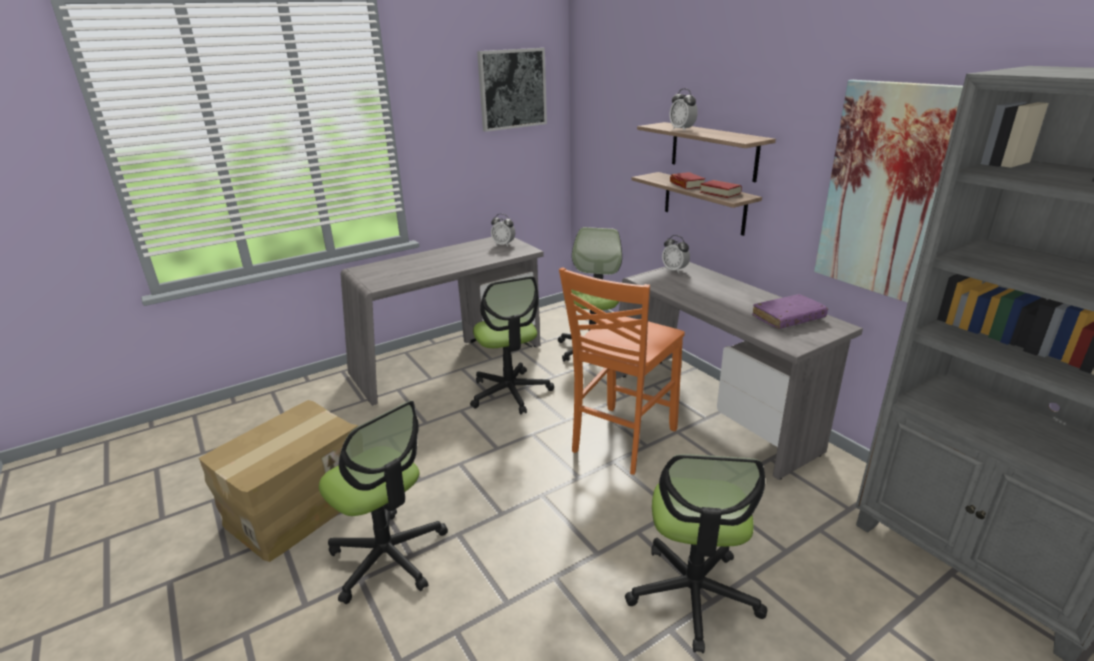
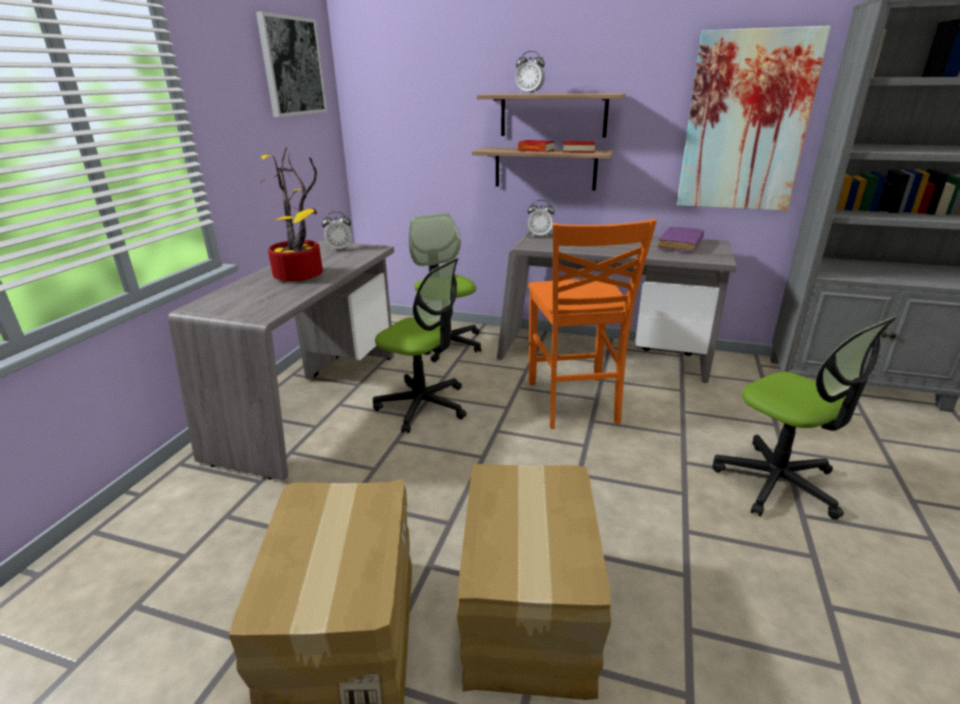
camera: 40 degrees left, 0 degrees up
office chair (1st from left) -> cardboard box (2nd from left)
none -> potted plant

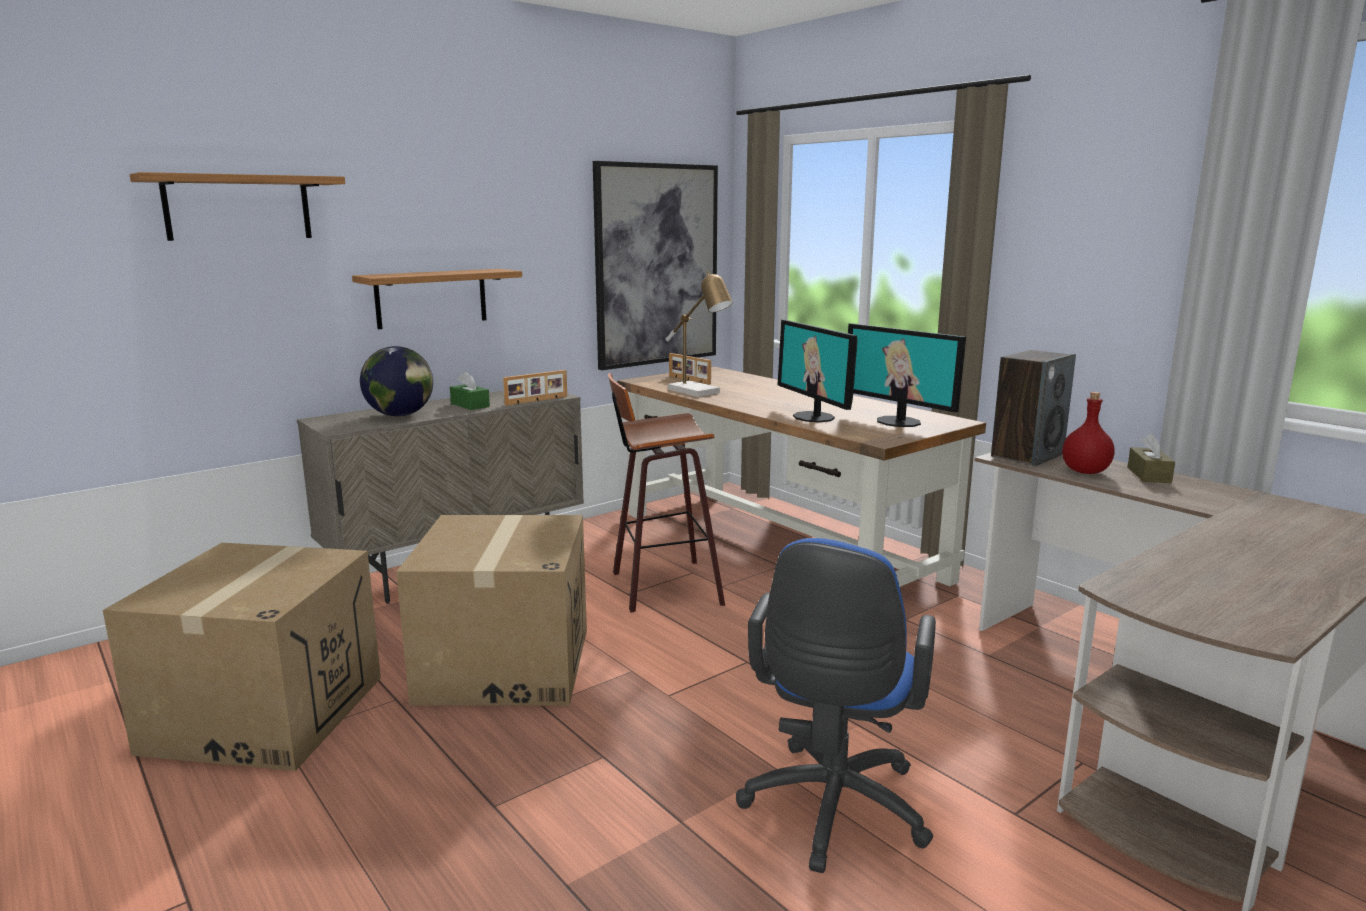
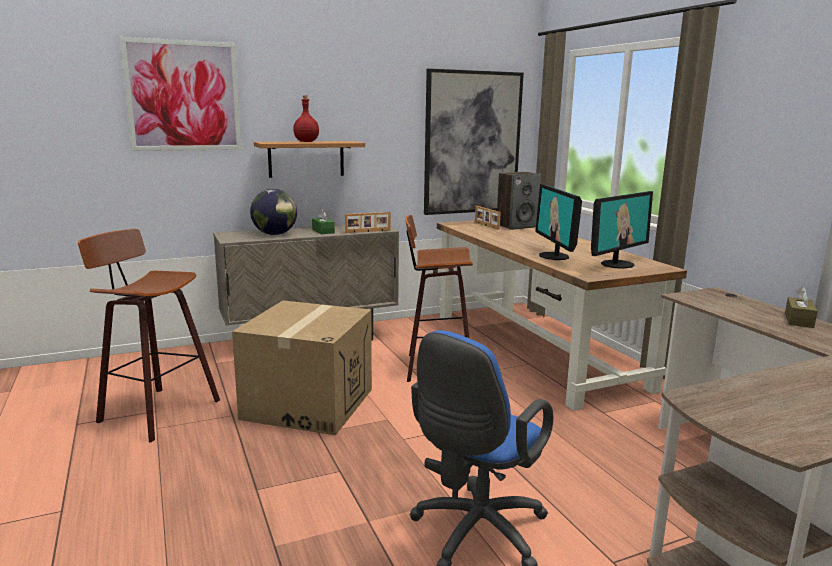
camera: 15 degrees right, 0 degrees up
shelf (1st from left) -> picture (1st from left)
table lamp -> none
monitor (2nd from left), 105 degrees counterclockwise
speaker, move
red bottle, move
cardboard box (1st from left) -> stool (1st from left)

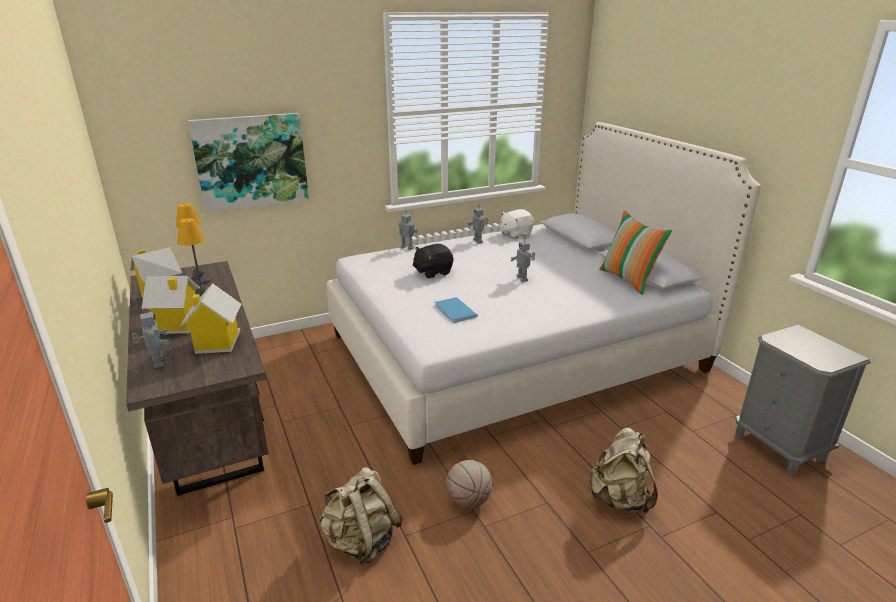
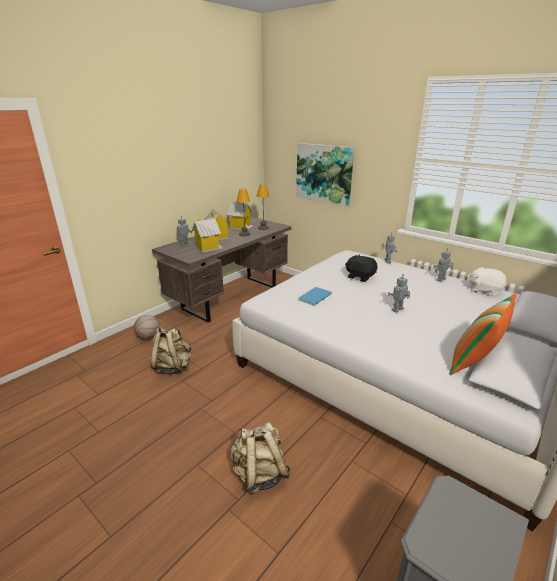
camera: 65 degrees right, 0 degrees up
basketball, move

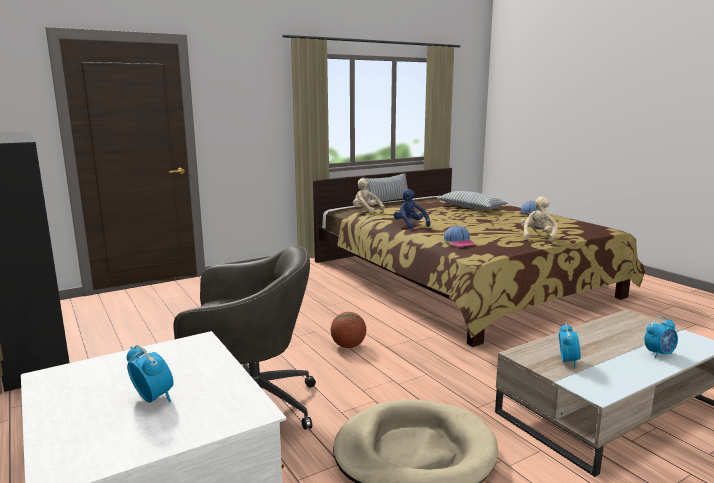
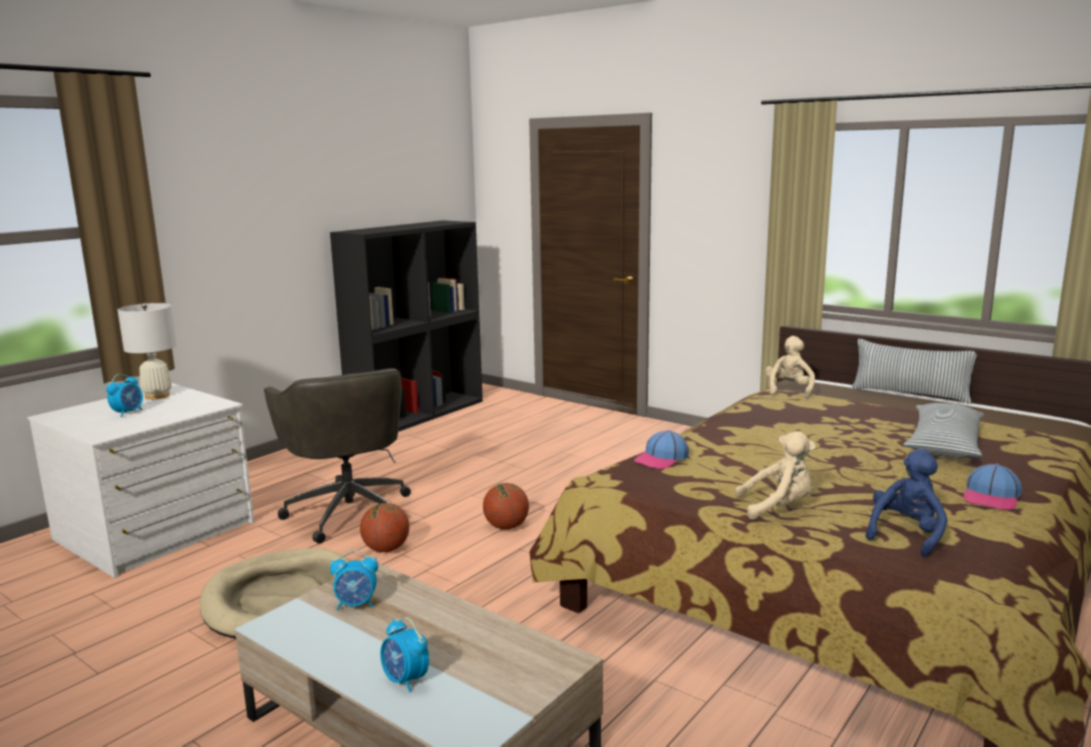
camera: 70 degrees right, 0 degrees up
blue plush toy, move
none -> white table lamp
none -> basketball (1st from left)

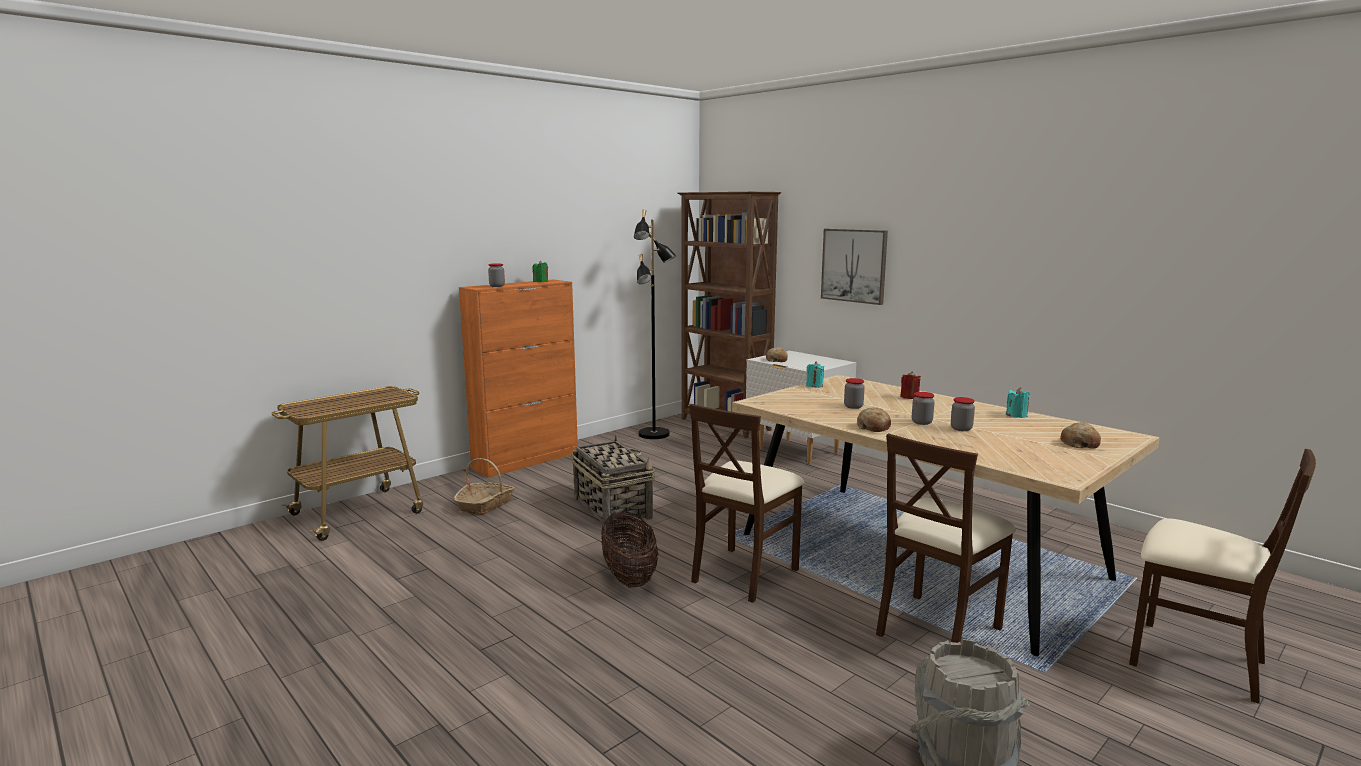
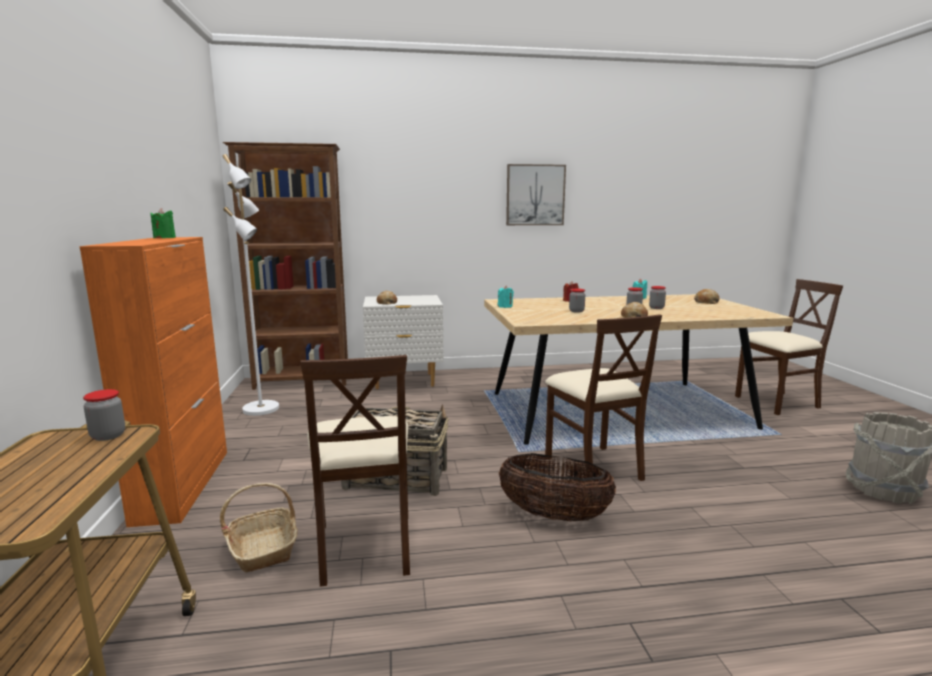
camera: 55 degrees left, 0 degrees up
black floor lamp -> white floor lamp
picture, move
jar (1st from left), move
beige chair (2nd from left in the first image) -> beige chair (1st from left), move

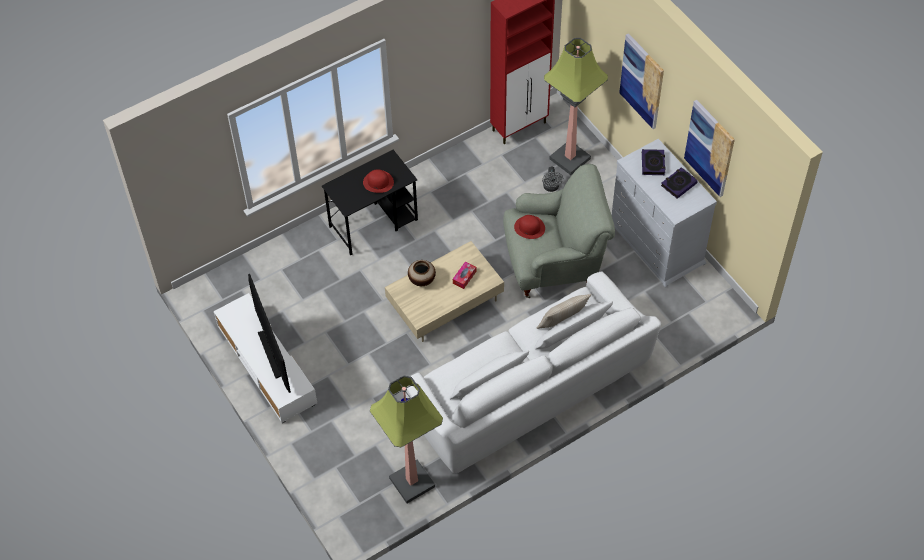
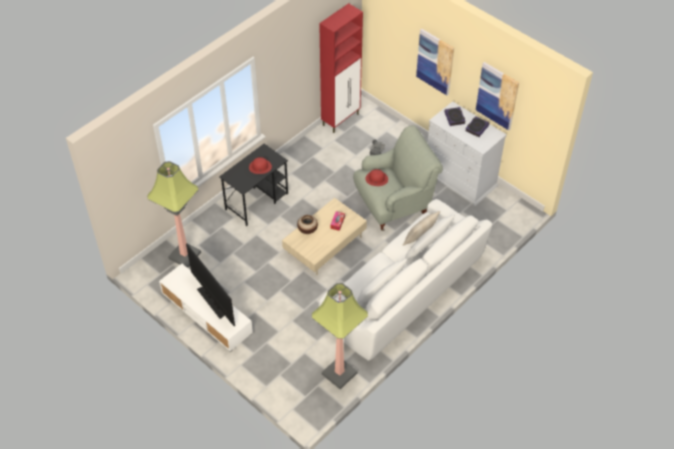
camera: 15 degrees left, 5 degrees down
floor lamp (2nd from left in the first image) -> floor lamp (1st from left), move

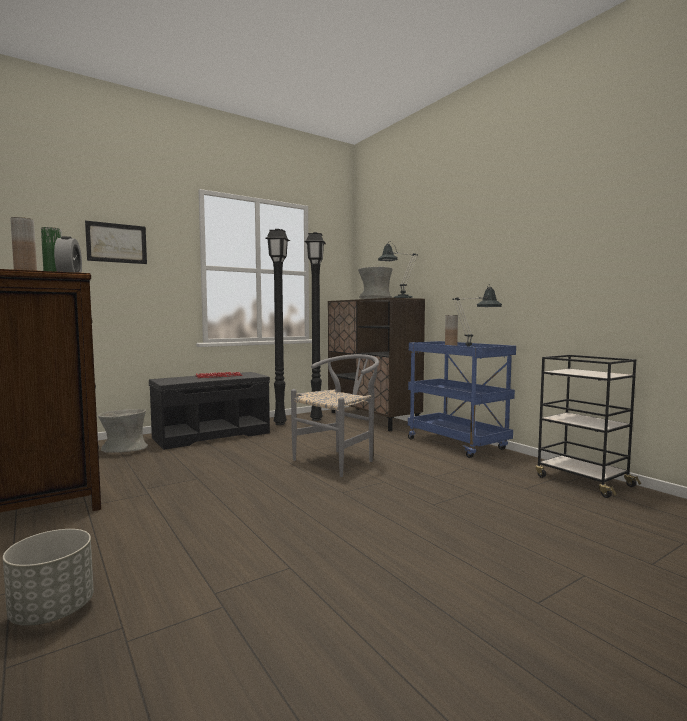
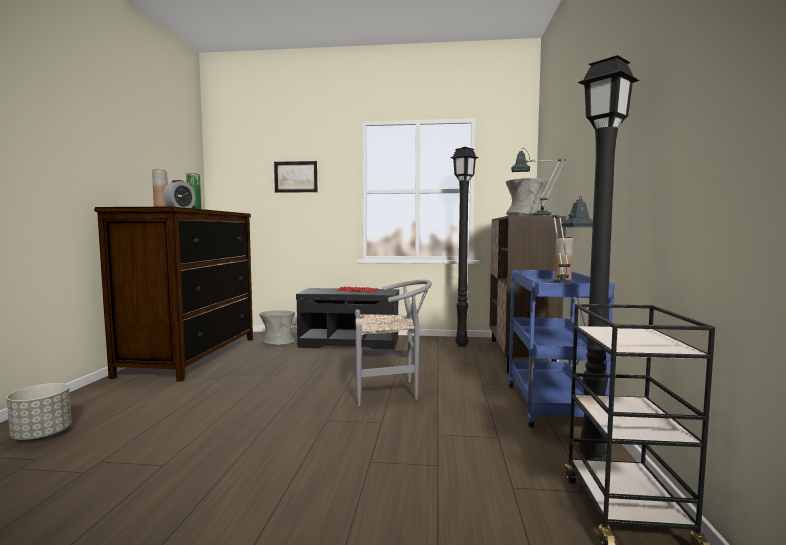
camera: 40 degrees right, 0 degrees up
black floor lamp (1st from left in the first image) -> black floor lamp (2nd from left), move

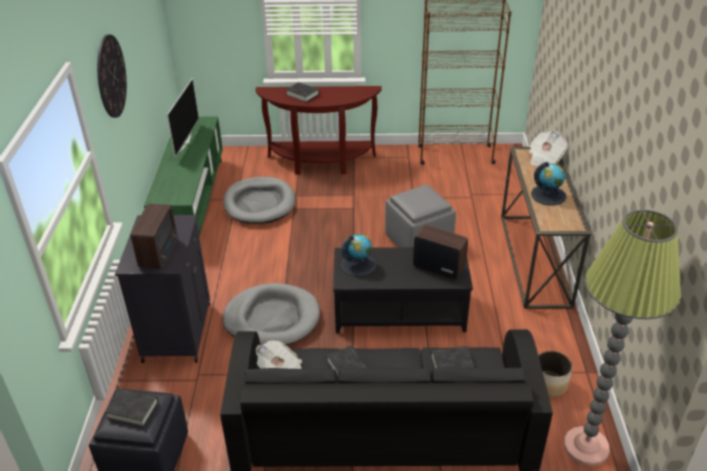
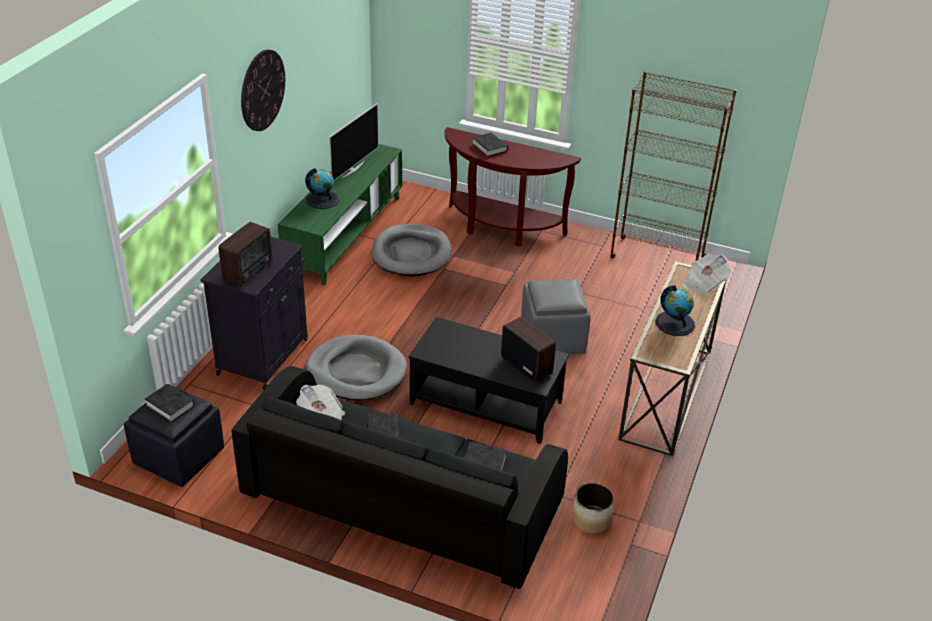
camera: 20 degrees right, 0 degrees up
floor lamp -> none
globe (1st from left), move

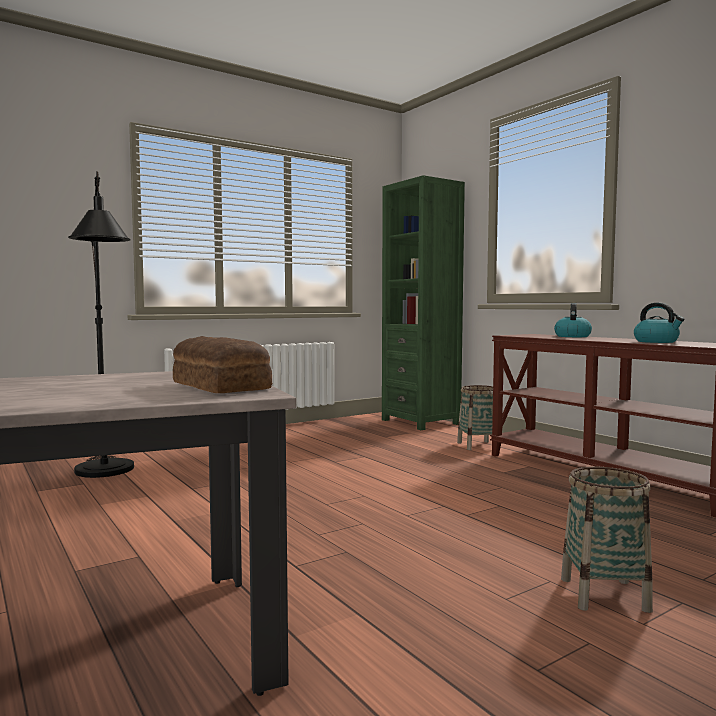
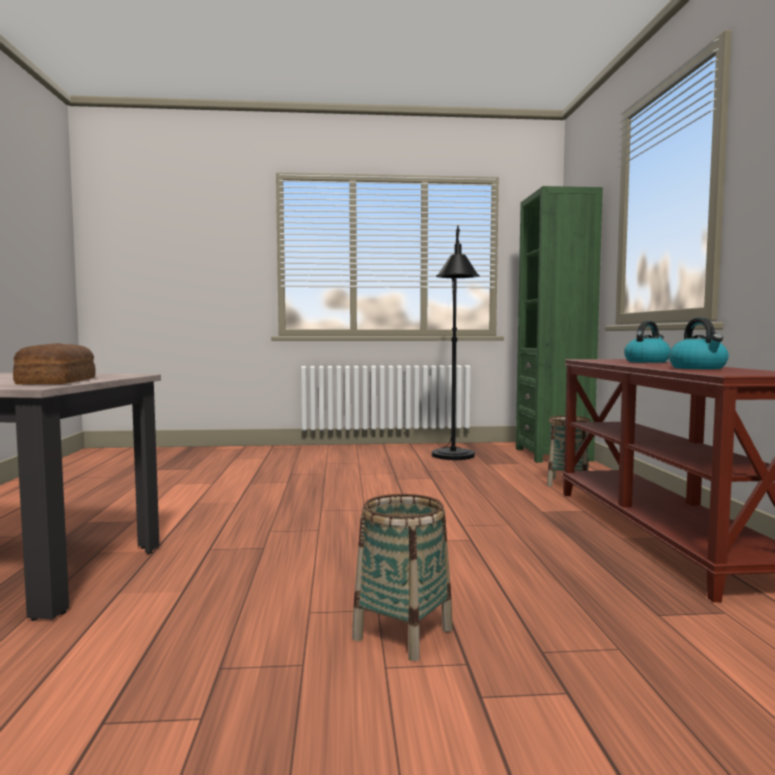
camera: 30 degrees right, 0 degrees up
black floor lamp, move

